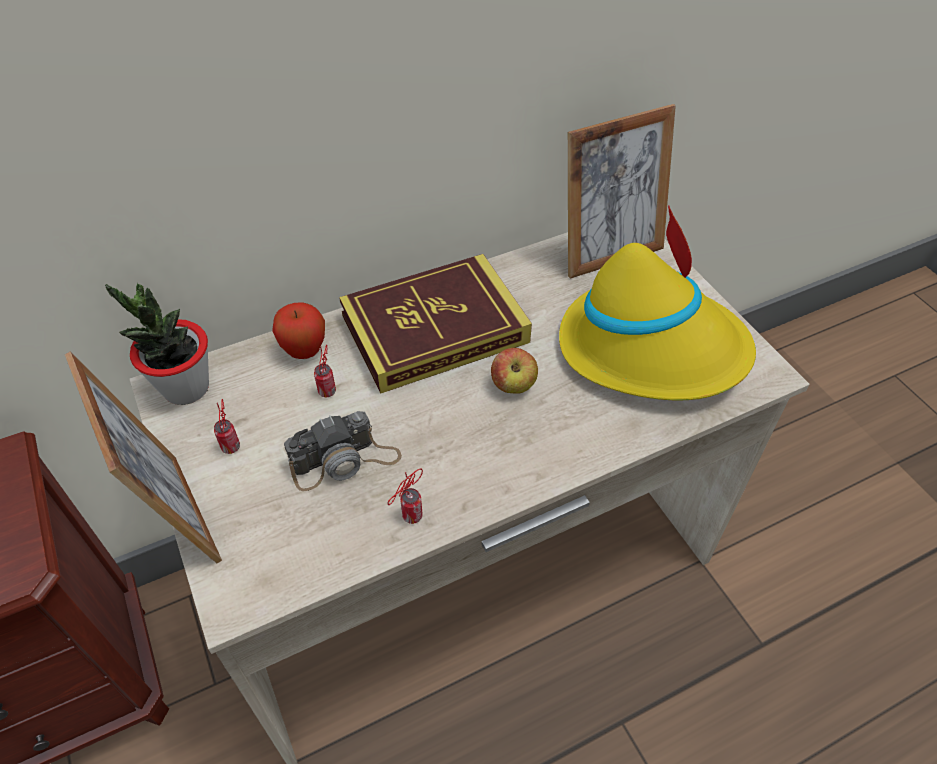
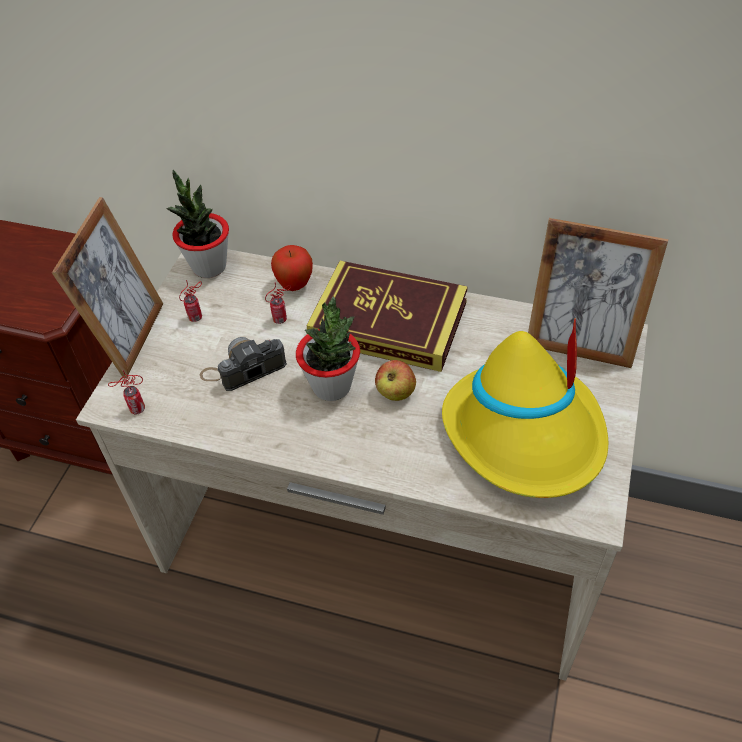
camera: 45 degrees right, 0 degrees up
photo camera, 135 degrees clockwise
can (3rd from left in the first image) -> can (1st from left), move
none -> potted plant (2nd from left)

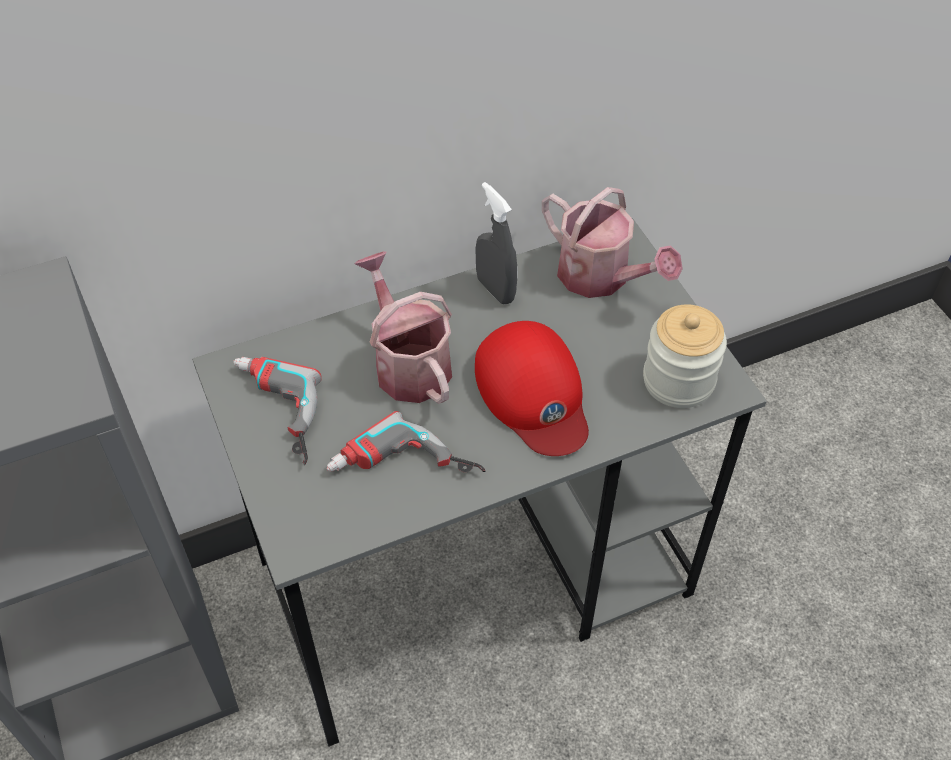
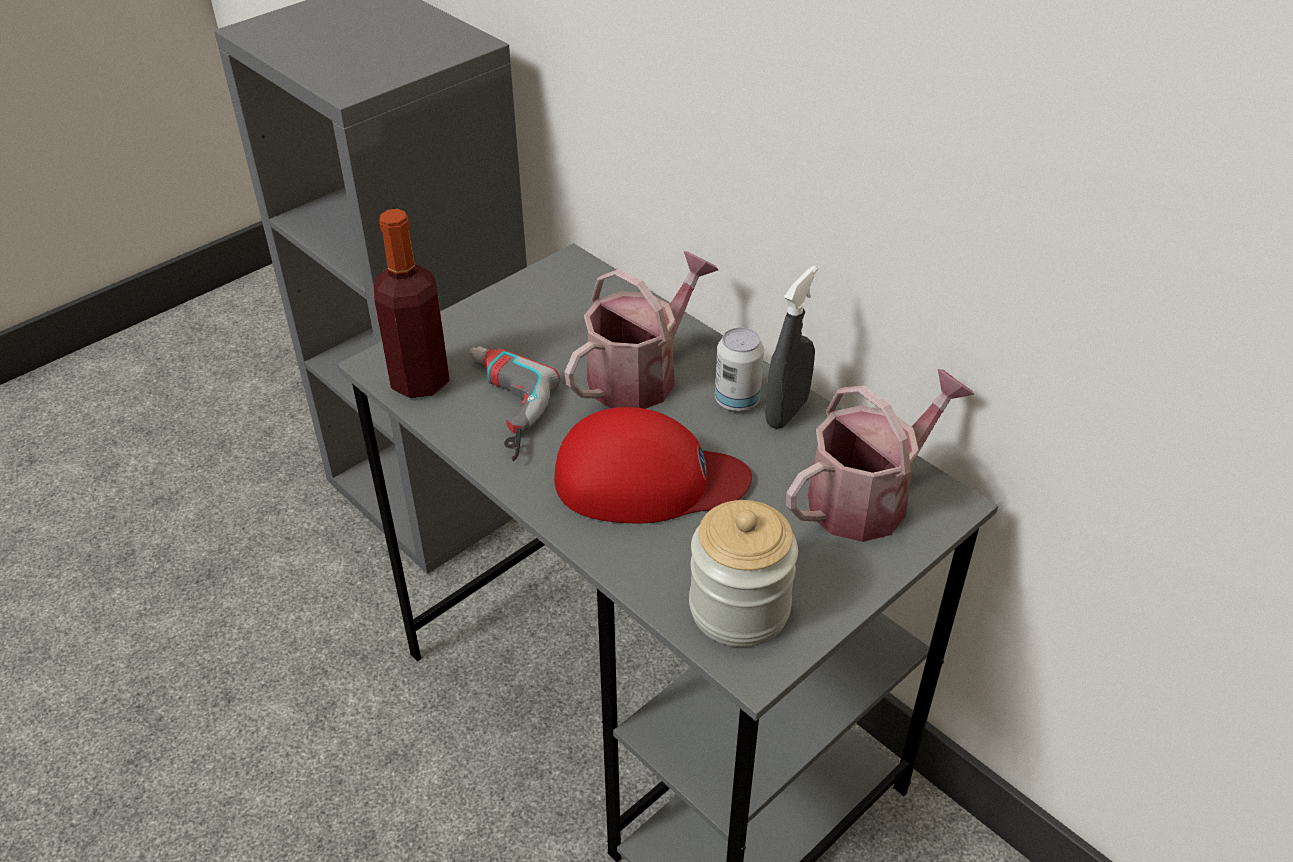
camera: 70 degrees right, 10 degrees down
watering can (2nd from left), 150 degrees counterclockwise
red cap, 135 degrees counterclockwise
power drill (1st from left) -> none
none -> bottle
none -> can

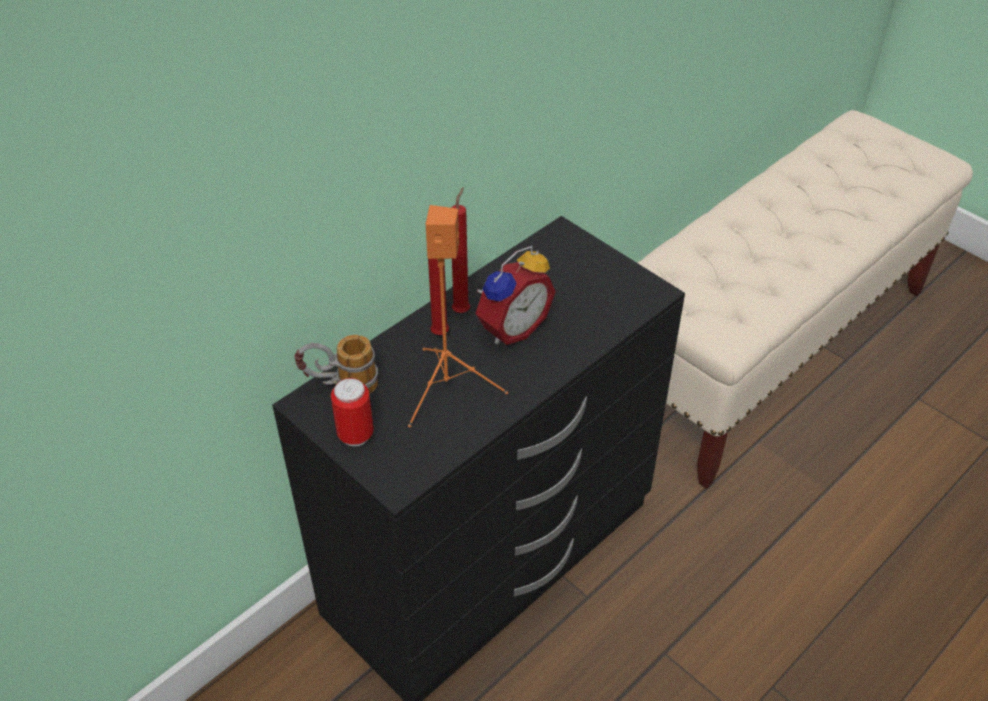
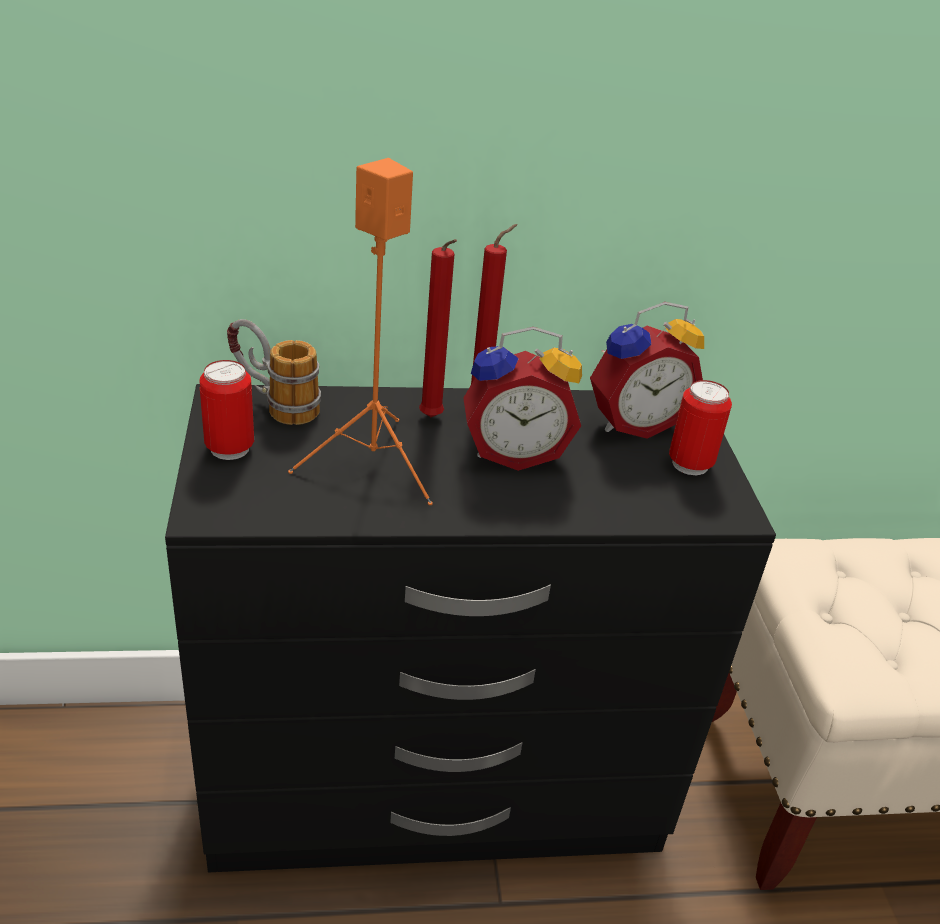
camera: 35 degrees right, 10 degrees down
none -> alarm clock (2nd from left)
none -> can (2nd from left)

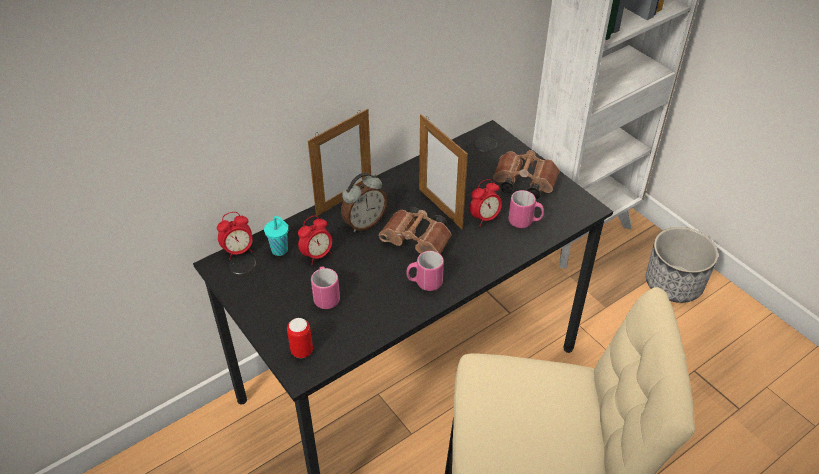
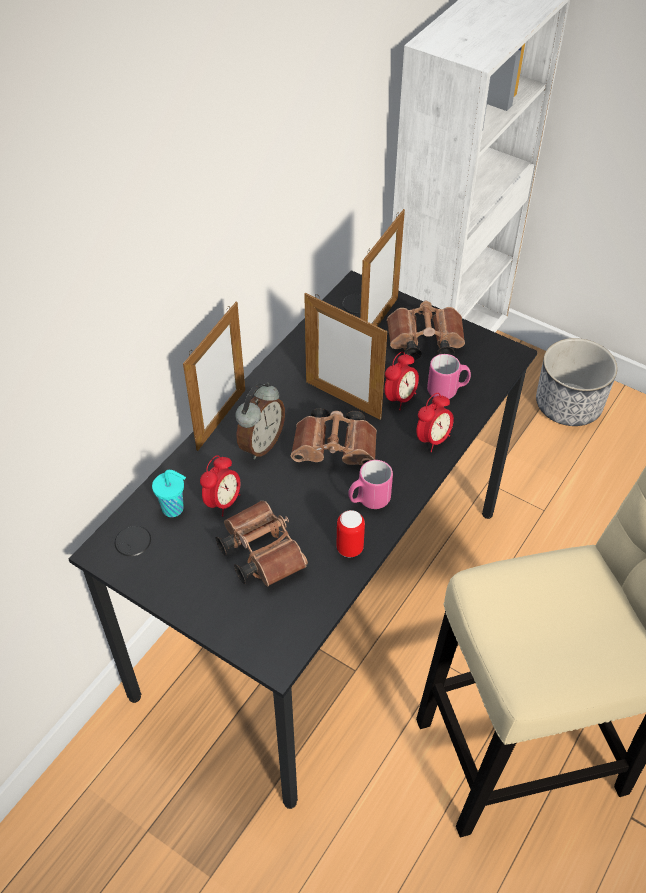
camera: 20 degrees left, 5 degrees up
alarm clock (1st from left in the first image) -> alarm clock (4th from left), move
pink mug (1st from left) -> brown binoculars (1st from left)
can, move
none -> picture frame (3rd from left)

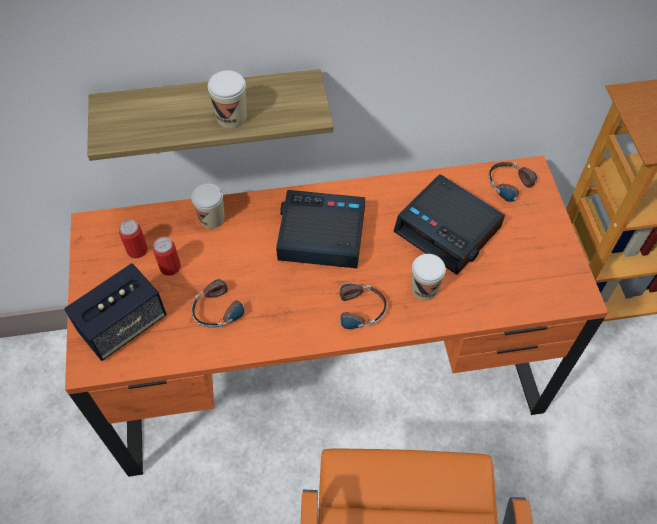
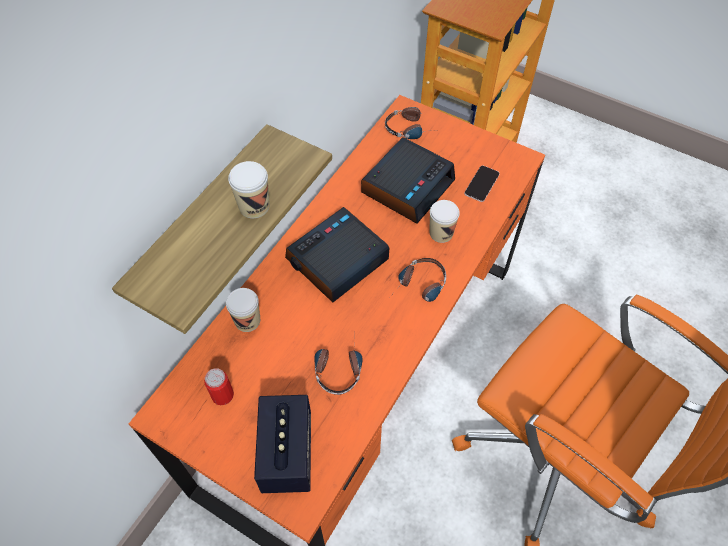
camera: 50 degrees left, 0 degrees up
alarm clock (2nd from left), 45 degrees counterclockwise
can (2nd from left) -> none
none -> phone

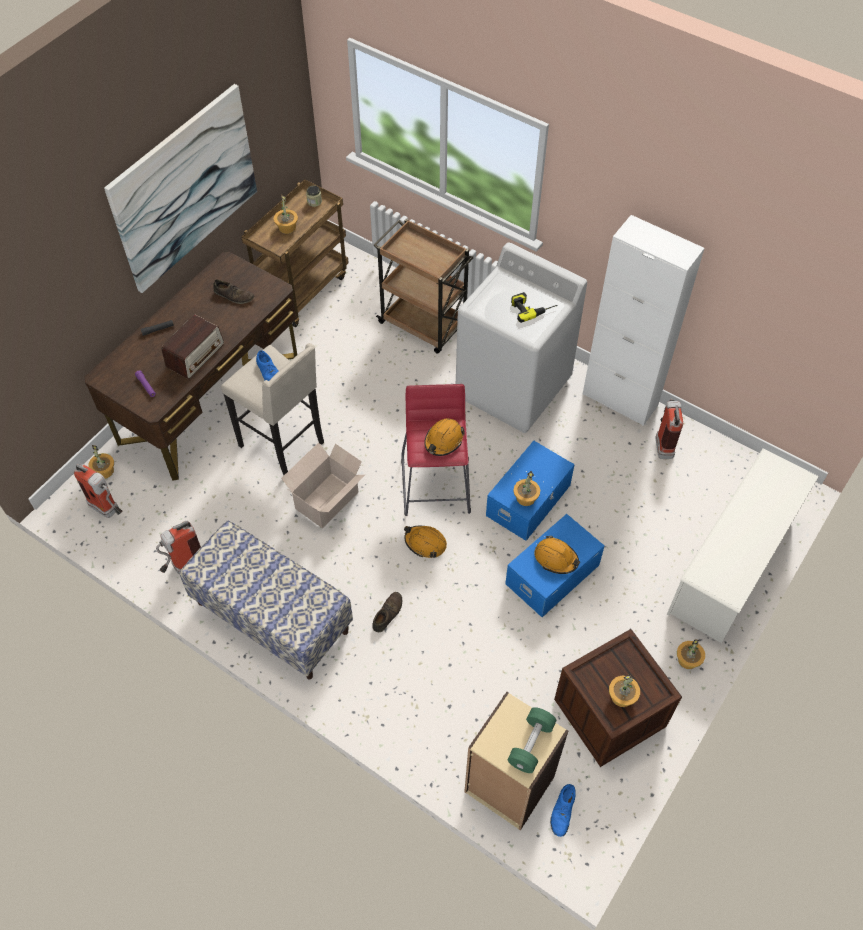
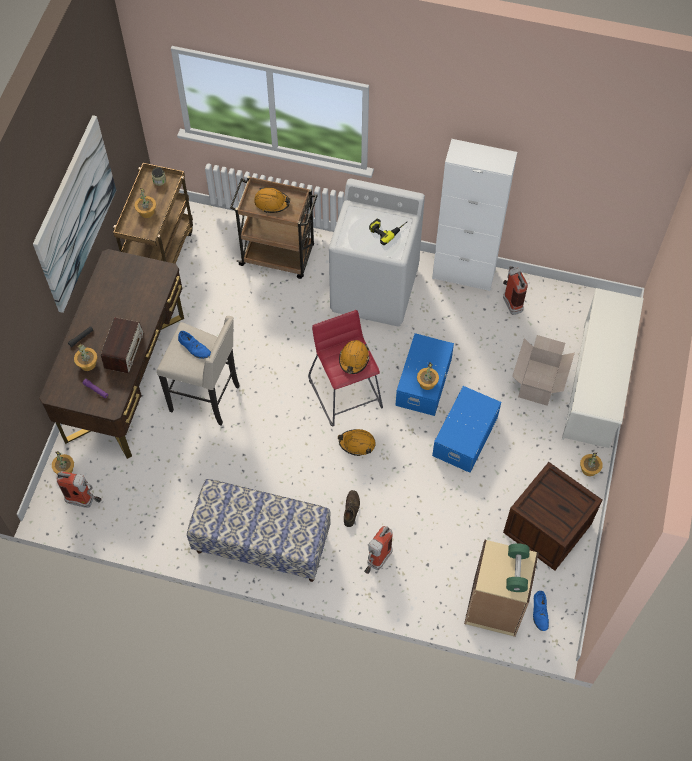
camera: 20 degrees left, 5 degrees up
brown shoe (1st from left) -> none
cardboard box, move
fire extinguisher (2nd from left), move
orange hard hat (3rd from left in the first image) -> orange hard hat (1st from left), move
potted plant (4th from left in the first image) -> potted plant (2nd from left), move

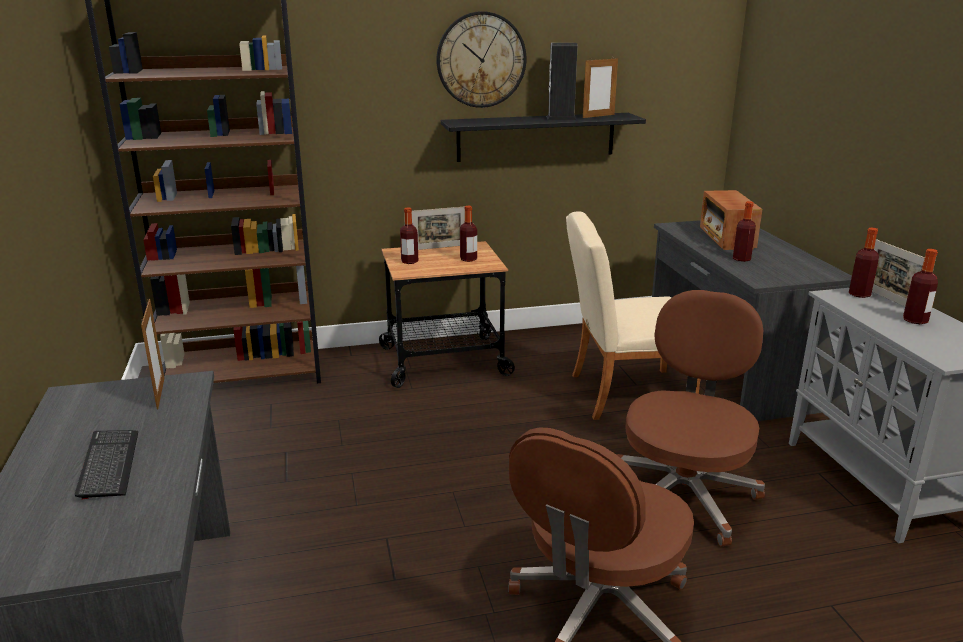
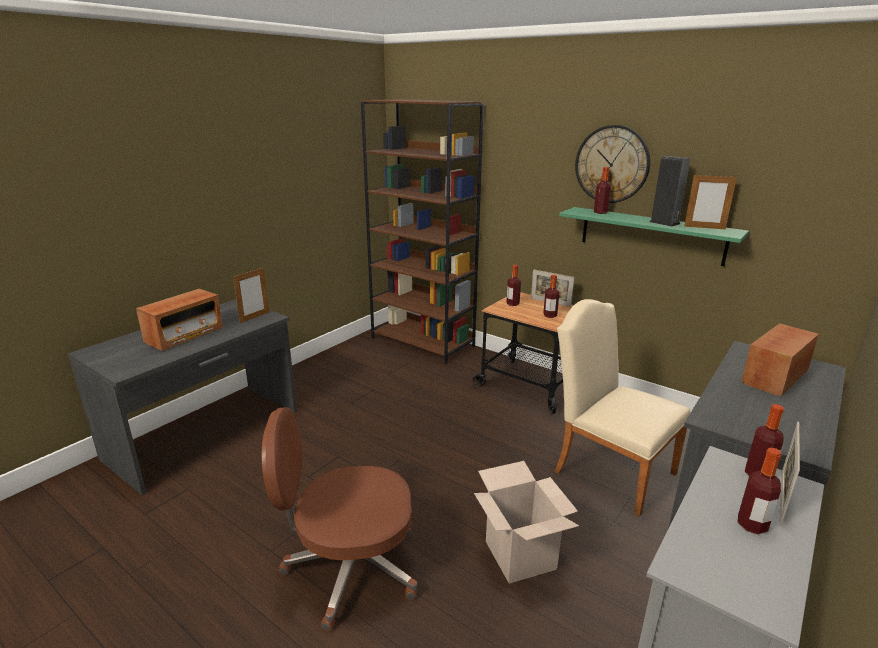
camera: 50 degrees right, 0 degrees up
black shelf -> green shelf
bottle (3rd from left), move
brown office chair (2nd from left) -> cardboard box
keyboard -> radio (1st from left)

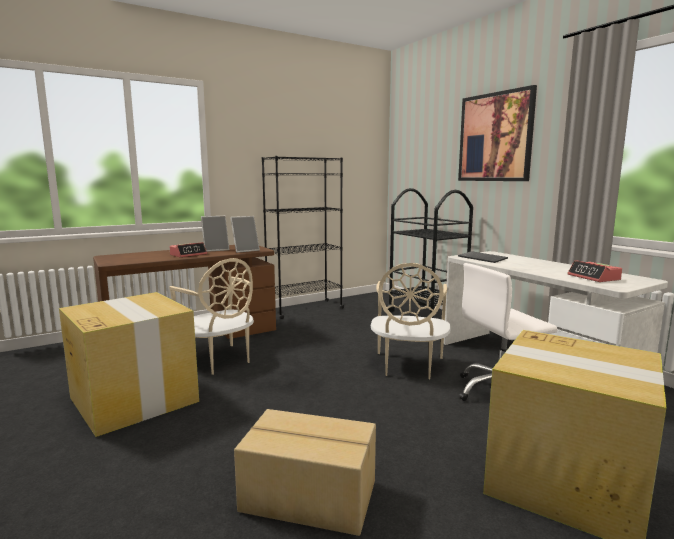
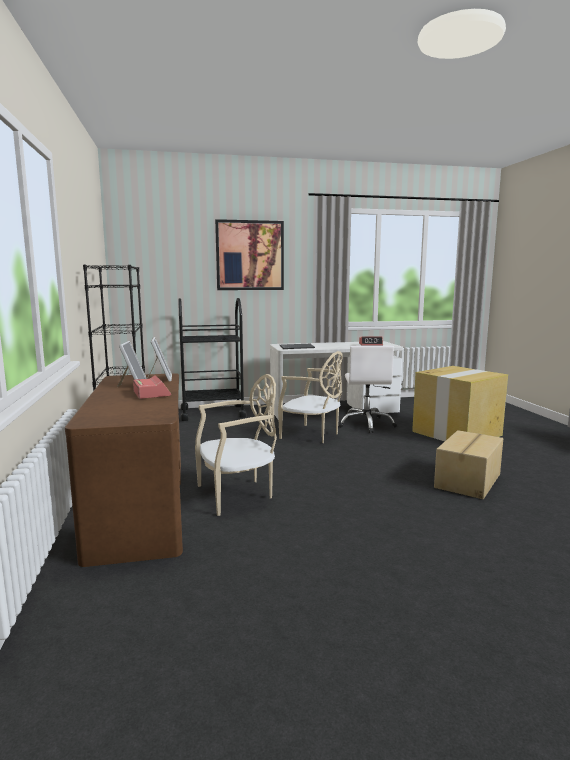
camera: 70 degrees left, 0 degrees up
cardboard box (1st from left) -> none

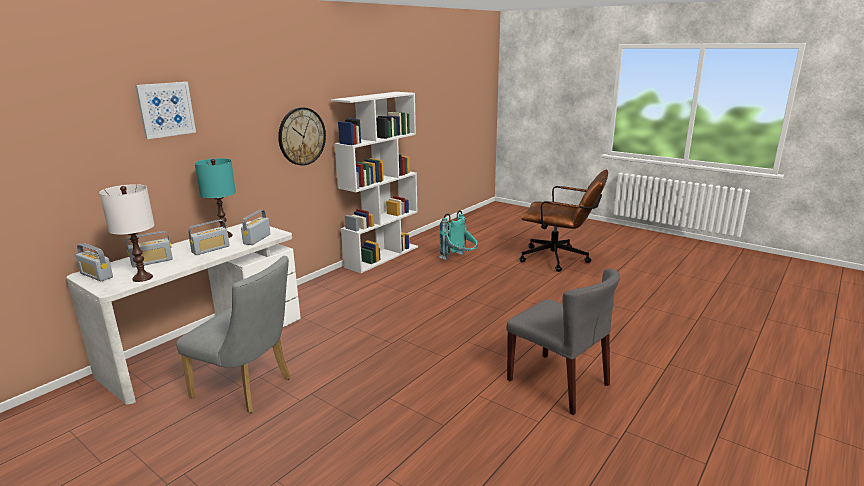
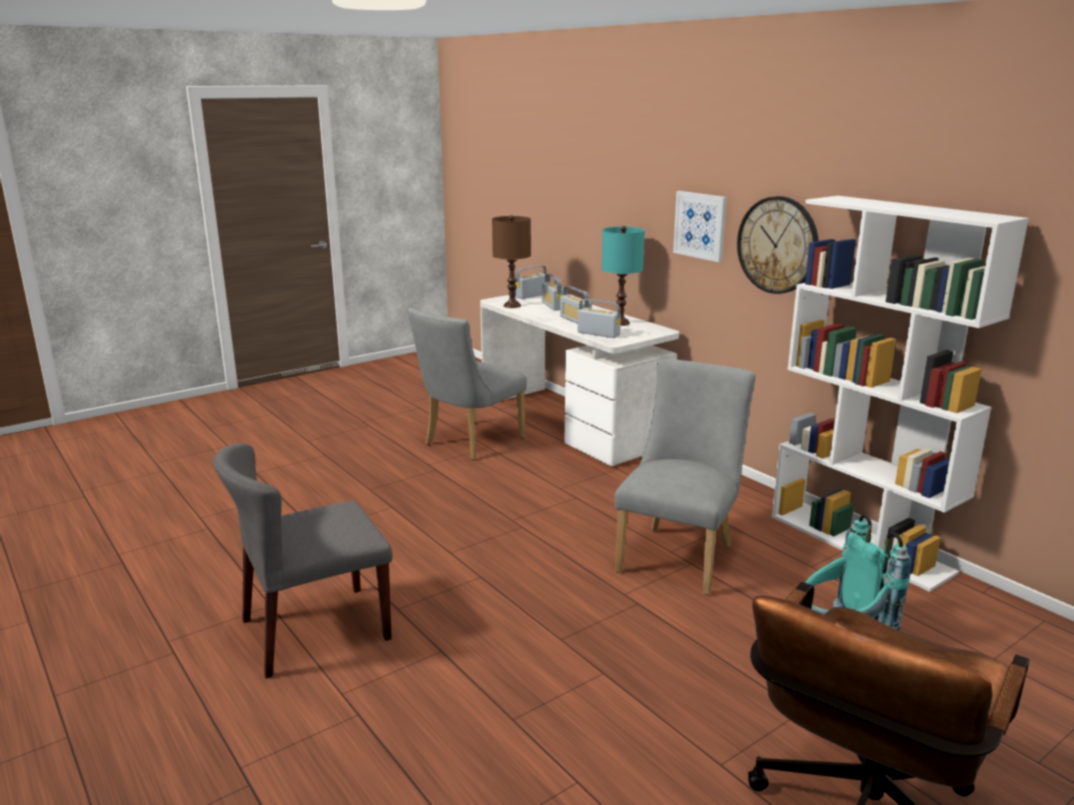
camera: 105 degrees right, 0 degrees up
picture, move
white table lamp -> brown table lamp
none -> grey chair (3rd from left)

